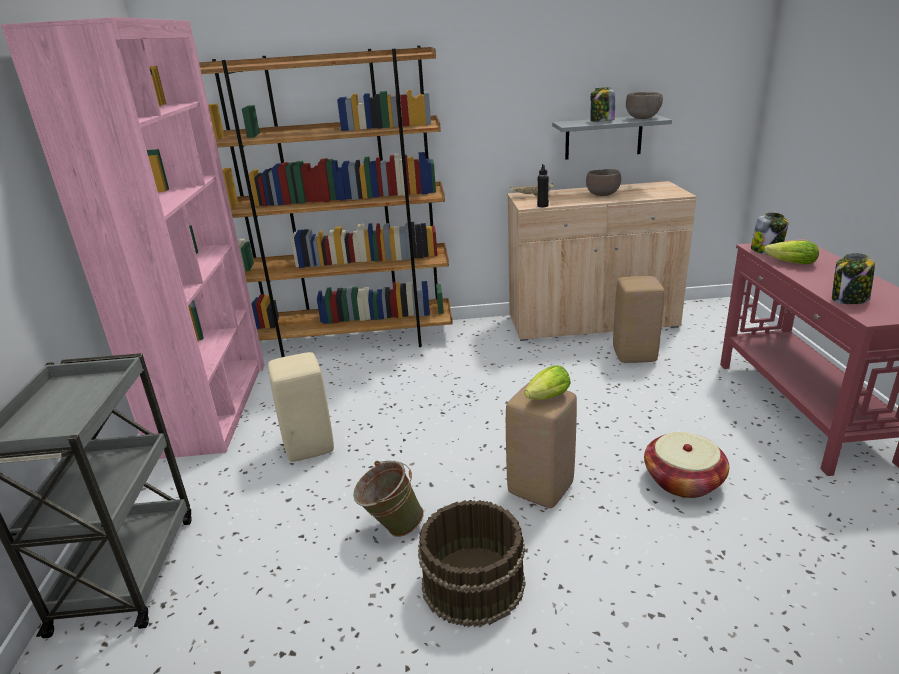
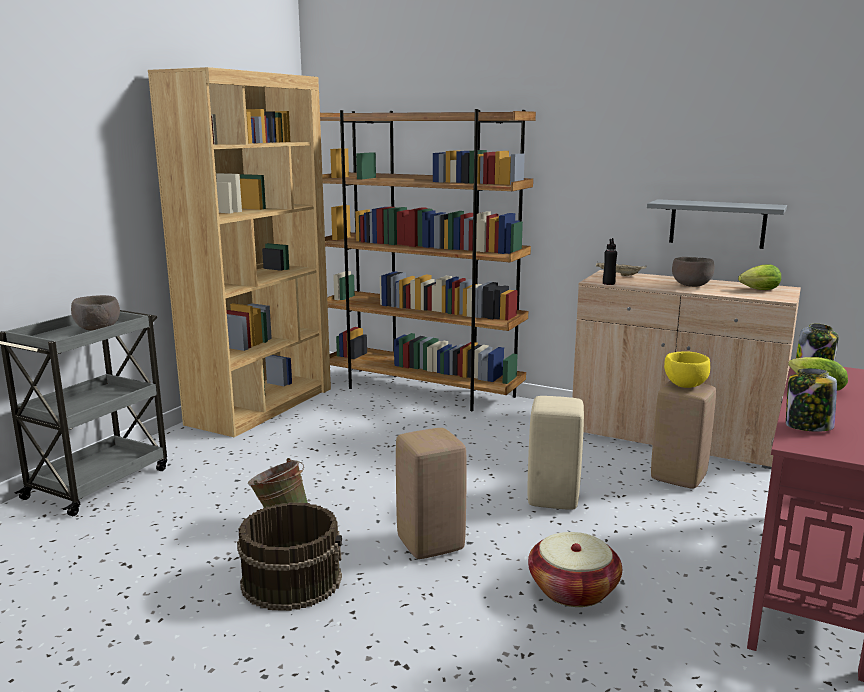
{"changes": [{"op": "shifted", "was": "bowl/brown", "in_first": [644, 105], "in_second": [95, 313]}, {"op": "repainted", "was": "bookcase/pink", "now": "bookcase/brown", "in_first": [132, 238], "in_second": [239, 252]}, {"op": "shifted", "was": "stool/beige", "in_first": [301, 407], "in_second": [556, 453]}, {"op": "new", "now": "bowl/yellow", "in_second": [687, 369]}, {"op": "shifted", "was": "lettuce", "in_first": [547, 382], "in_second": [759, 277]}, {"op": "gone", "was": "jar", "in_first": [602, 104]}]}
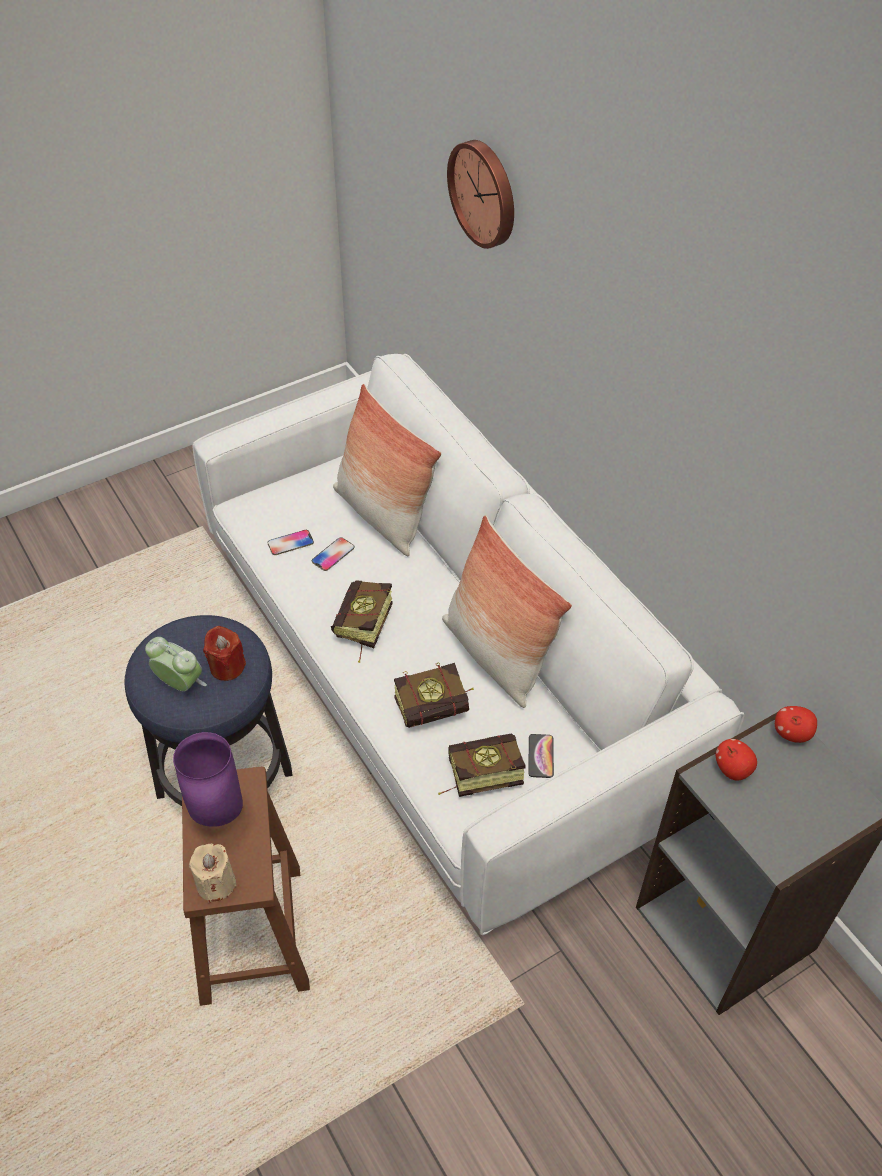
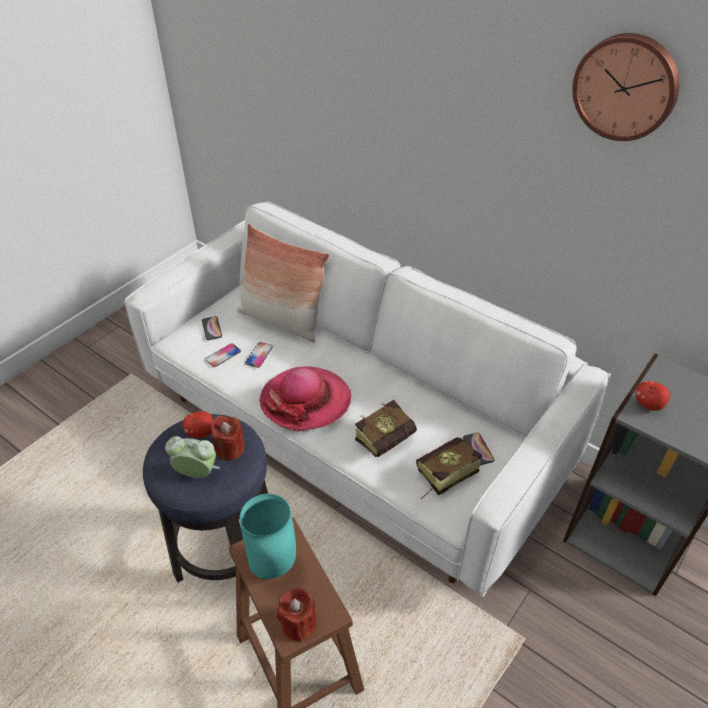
{"changes": [{"op": "shifted", "was": "apple", "in_first": [796, 724], "in_second": [198, 424]}, {"op": "new", "now": "phone", "in_second": [212, 328]}, {"op": "repainted", "was": "vase/purple", "now": "vase/turquoise", "in_first": [208, 779], "in_second": [268, 536]}, {"op": "swapped", "was": "book", "now": "hat", "in_first": [362, 621], "in_second": [305, 399]}, {"op": "repainted", "was": "candle/beige", "now": "candle/red", "in_first": [213, 873], "in_second": [297, 614]}, {"op": "shifted", "was": "wall clock", "in_first": [480, 194], "in_second": [625, 87]}, {"op": "gone", "was": "pillow", "in_first": [507, 611]}]}
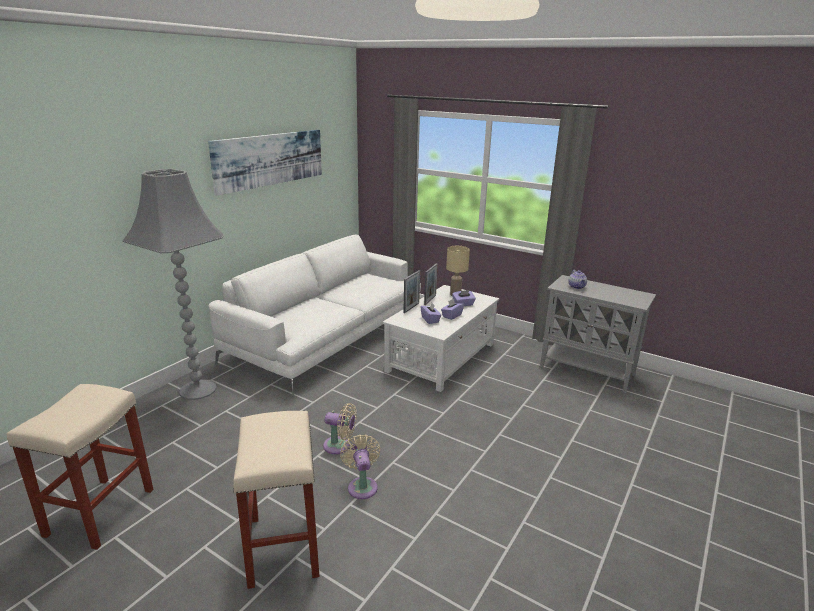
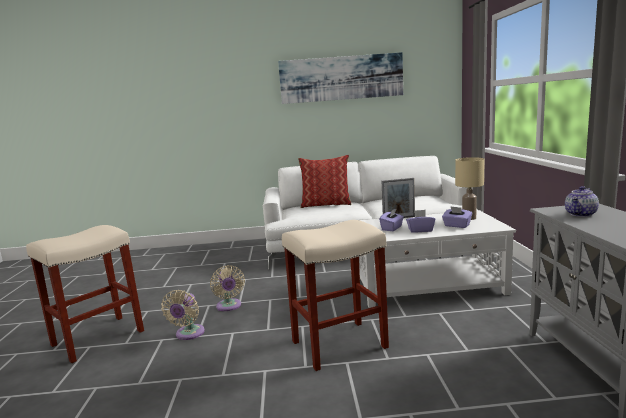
{"changes": [{"op": "rotated", "was": "fan/beige", "in_first": [360, 466], "in_second": [183, 315], "clockwise": 150}, {"op": "shifted", "was": "stool/beige", "in_first": [80, 467], "in_second": [335, 295]}, {"op": "new", "now": "pillow", "in_second": [324, 181]}, {"op": "gone", "was": "floor lamp/grey", "in_first": [173, 284]}, {"op": "gone", "was": "picture frame", "in_first": [430, 284]}]}
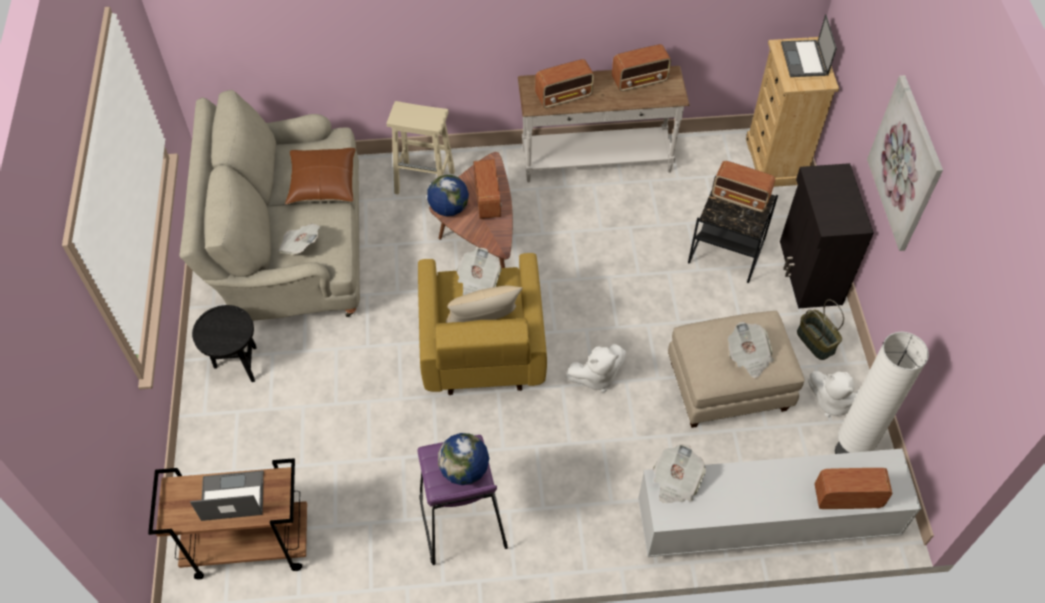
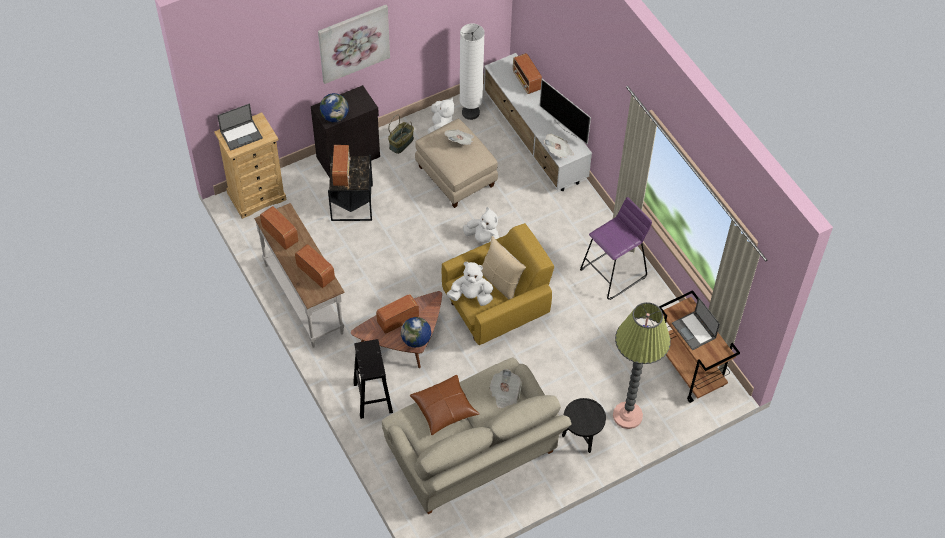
{"changes": [{"op": "shifted", "was": "globe", "in_first": [463, 459], "in_second": [334, 107]}, {"op": "repainted", "was": "stool/beige", "now": "stool/black", "in_first": [421, 147], "in_second": [373, 379]}, {"op": "swapped", "was": "newspaper", "now": "plush toy/white", "in_first": [478, 271], "in_second": [470, 284]}, {"op": "new", "now": "television", "in_second": [565, 112]}, {"op": "new", "now": "floor lamp", "in_second": [642, 365]}]}
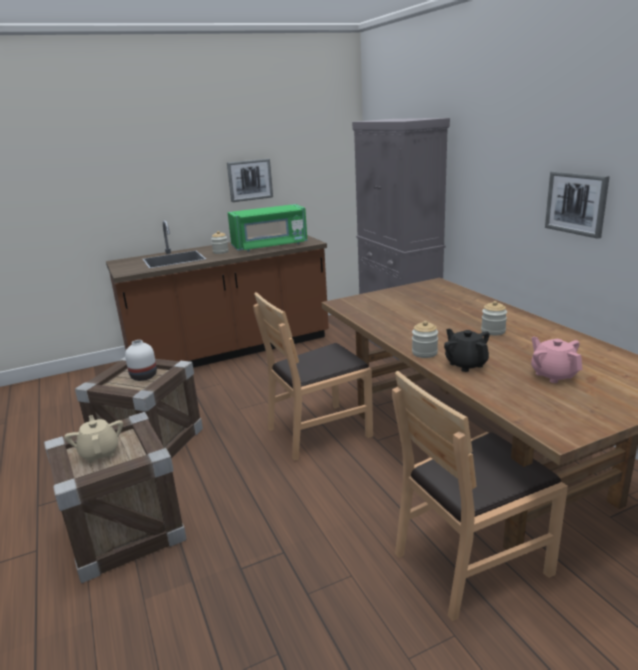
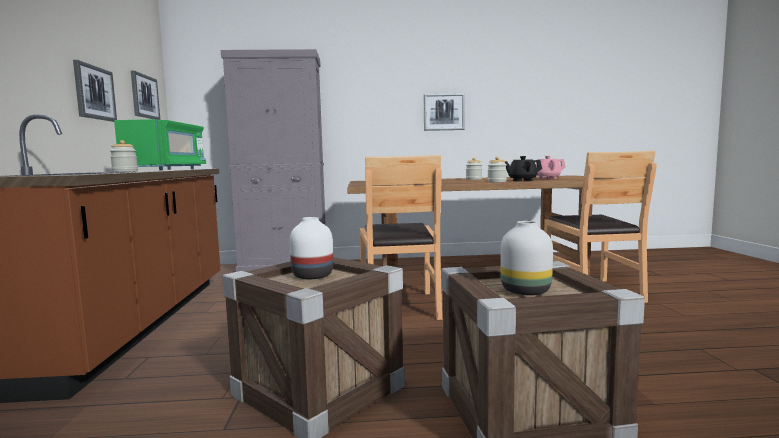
{"changes": [{"op": "new", "now": "picture", "in_second": [145, 95]}, {"op": "swapped", "was": "teapot/beige", "now": "vase/white", "in_first": [93, 439], "in_second": [526, 258]}]}
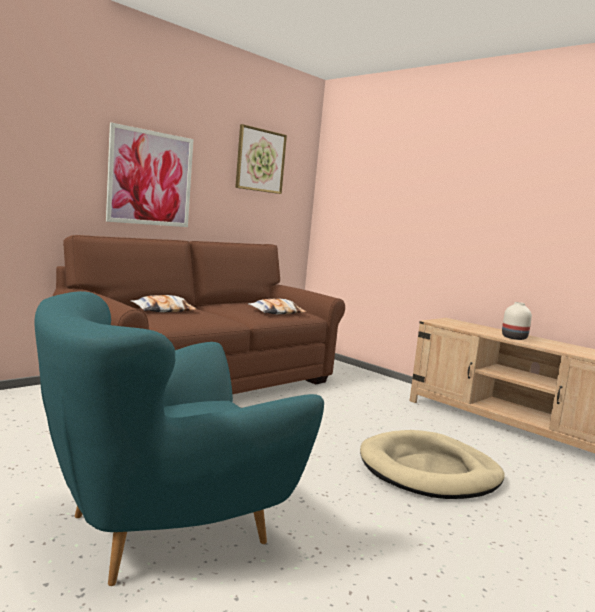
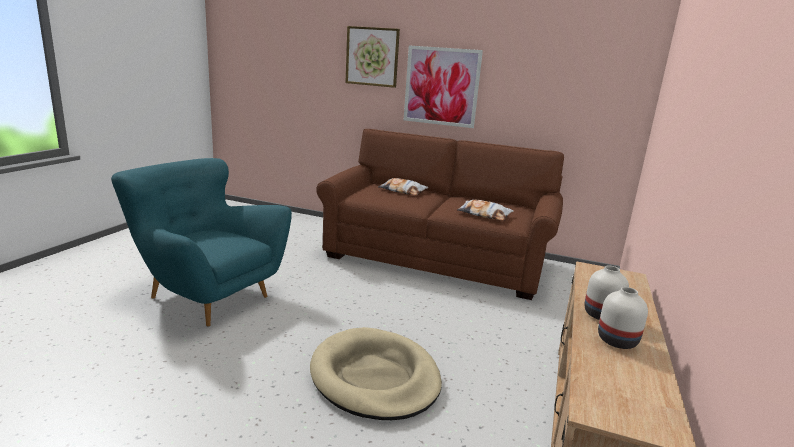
{"changes": [{"op": "shifted", "was": "picture", "in_first": [261, 159], "in_second": [373, 57]}, {"op": "new", "now": "vase/white", "in_second": [623, 318]}]}
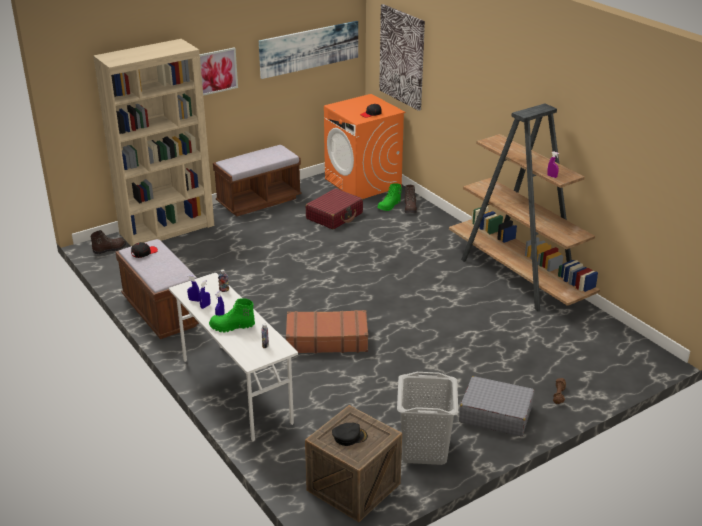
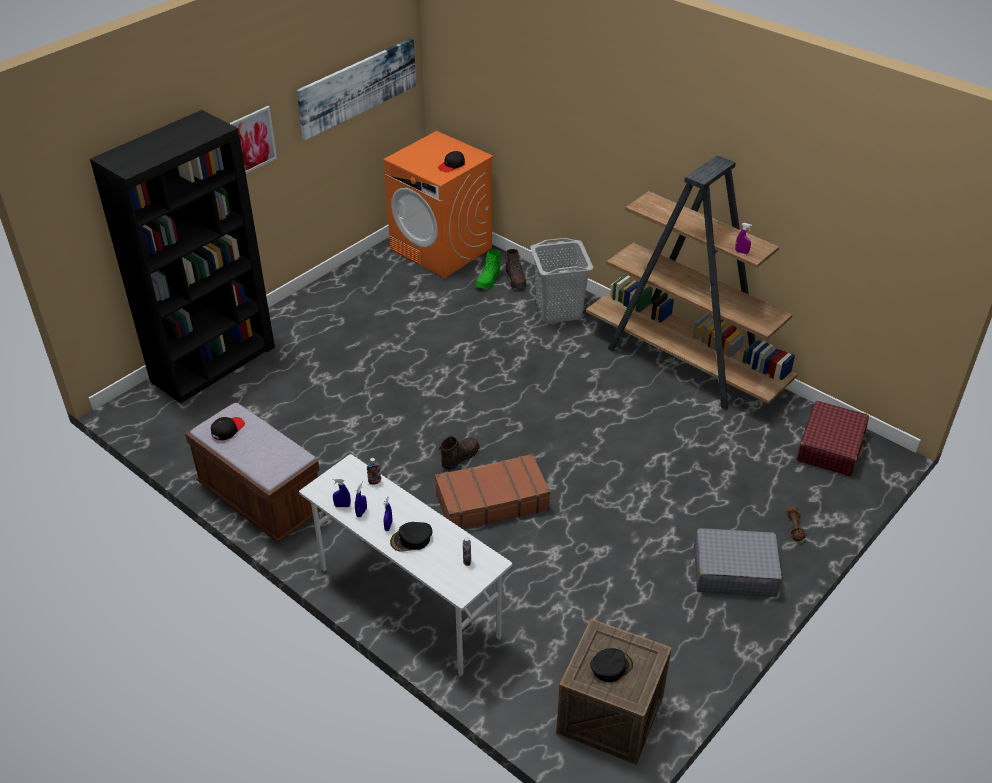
{"changes": [{"op": "repainted", "was": "bookcase/beige", "now": "bookcase/black", "in_first": [153, 142], "in_second": [182, 257]}, {"op": "swapped", "was": "boot/green", "now": "cap/black", "in_first": [232, 315], "in_second": [411, 536]}, {"op": "shifted", "was": "boot/brown", "in_first": [108, 242], "in_second": [459, 453]}, {"op": "shifted", "was": "laundry basket/grey", "in_first": [427, 418], "in_second": [561, 280]}, {"op": "shifted", "was": "suitcase/red", "in_first": [334, 209], "in_second": [833, 438]}, {"op": "gone", "was": "bench/brown", "in_first": [257, 181]}, {"op": "gone", "was": "picture", "in_first": [402, 57]}]}
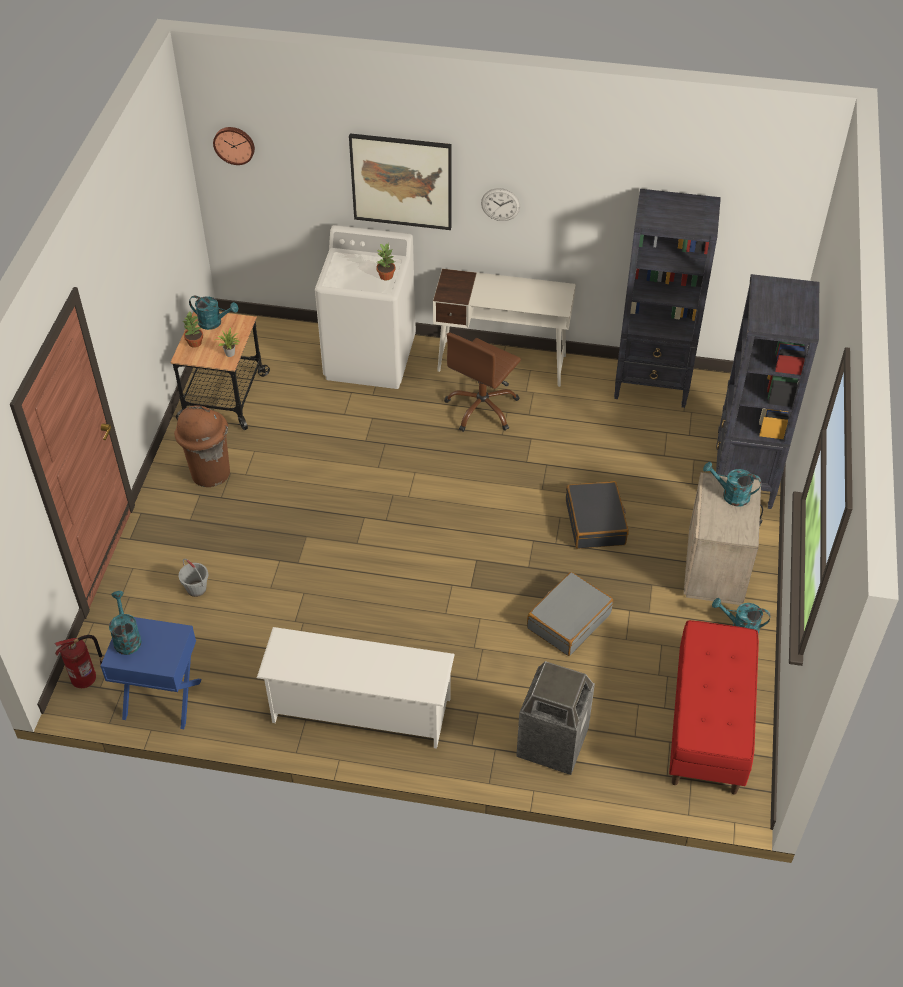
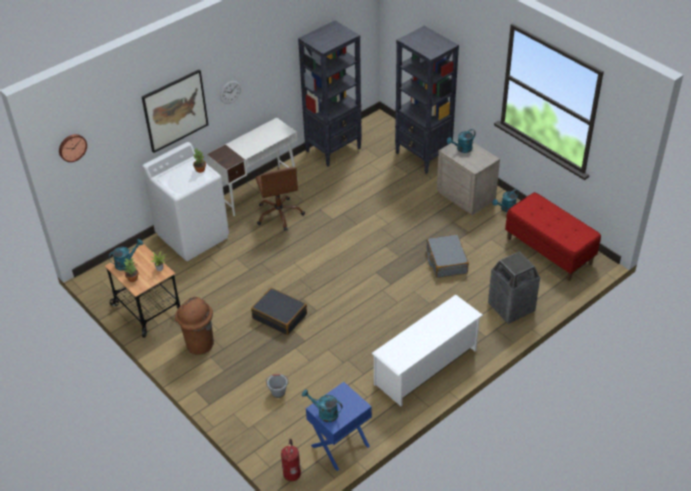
{"changes": [{"op": "shifted", "was": "suitcase/black", "in_first": [597, 515], "in_second": [279, 311]}]}
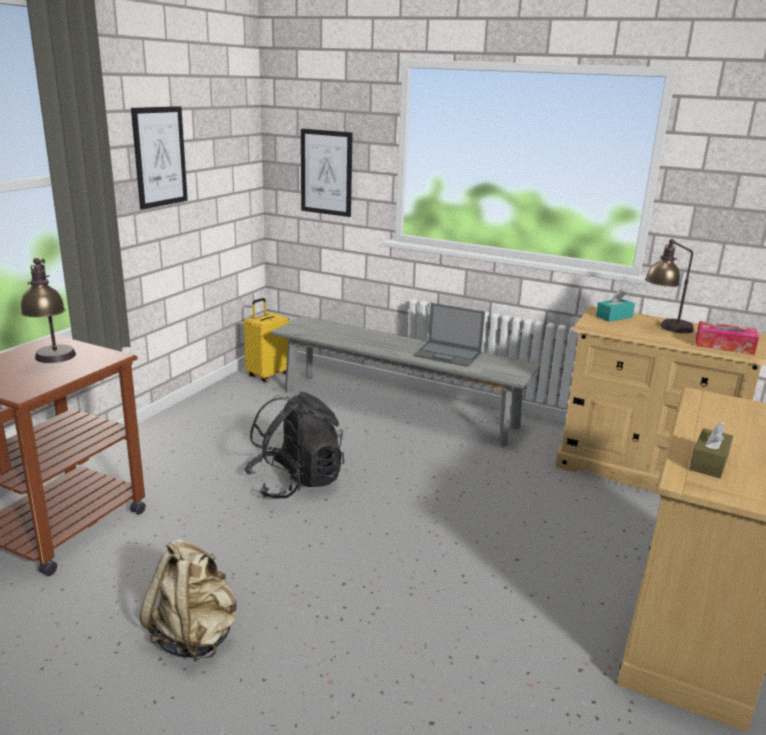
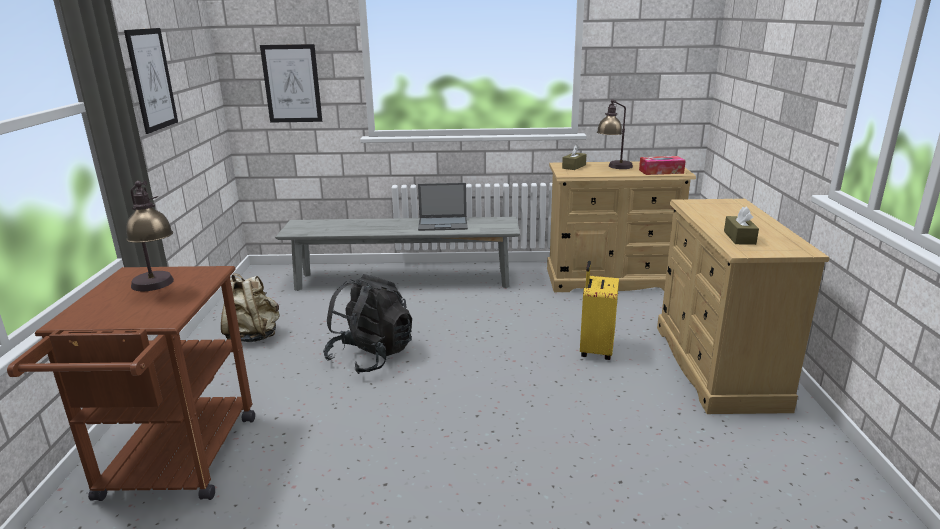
{"changes": [{"op": "shifted", "was": "backpack/beige", "in_first": [188, 600], "in_second": [250, 307]}, {"op": "repainted", "was": "tissue box/turquoise", "now": "tissue box/brown", "in_first": [615, 305], "in_second": [574, 157]}, {"op": "shifted", "was": "suitcase/yellow", "in_first": [267, 340], "in_second": [599, 310]}]}
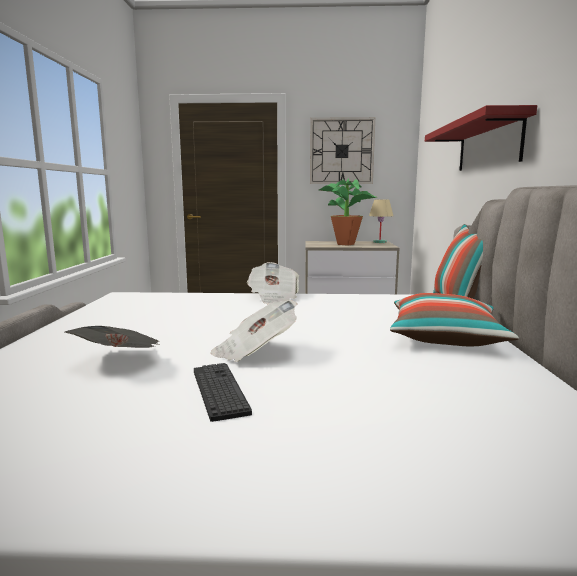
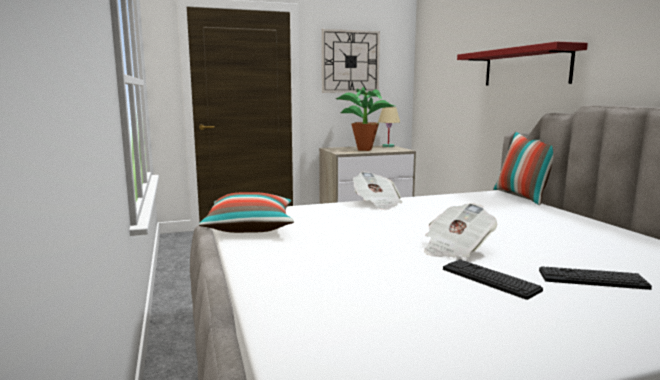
{"changes": [{"op": "shifted", "was": "pillow", "in_first": [454, 319], "in_second": [246, 212]}, {"op": "new", "now": "keyboard", "in_second": [595, 278]}, {"op": "gone", "was": "newspaper", "in_first": [111, 337]}]}
